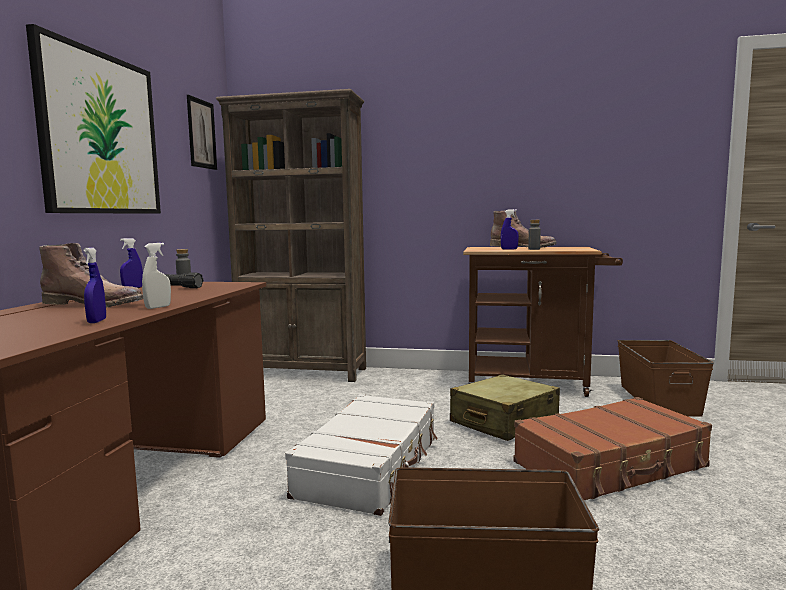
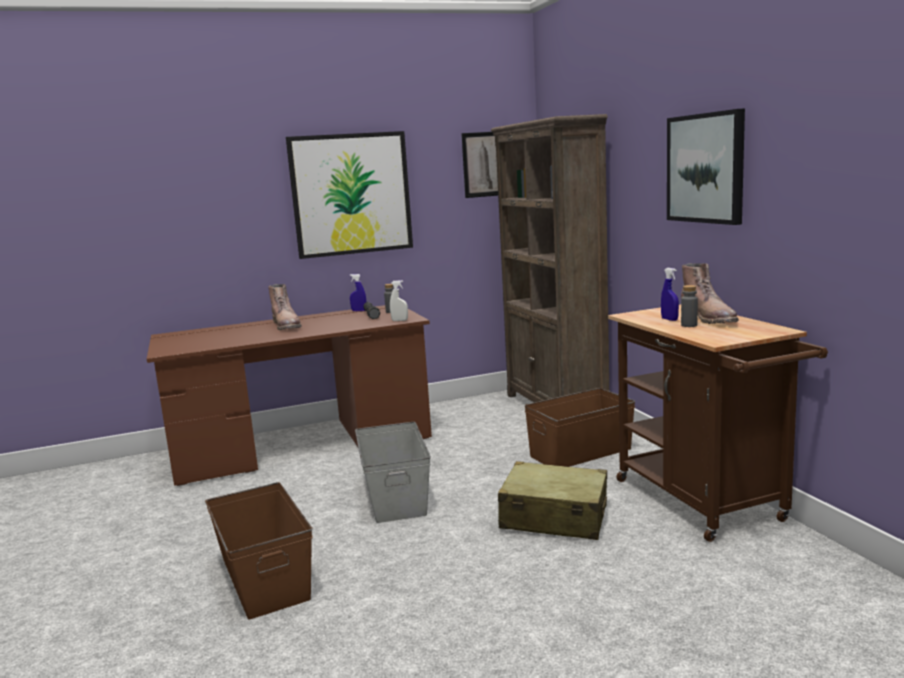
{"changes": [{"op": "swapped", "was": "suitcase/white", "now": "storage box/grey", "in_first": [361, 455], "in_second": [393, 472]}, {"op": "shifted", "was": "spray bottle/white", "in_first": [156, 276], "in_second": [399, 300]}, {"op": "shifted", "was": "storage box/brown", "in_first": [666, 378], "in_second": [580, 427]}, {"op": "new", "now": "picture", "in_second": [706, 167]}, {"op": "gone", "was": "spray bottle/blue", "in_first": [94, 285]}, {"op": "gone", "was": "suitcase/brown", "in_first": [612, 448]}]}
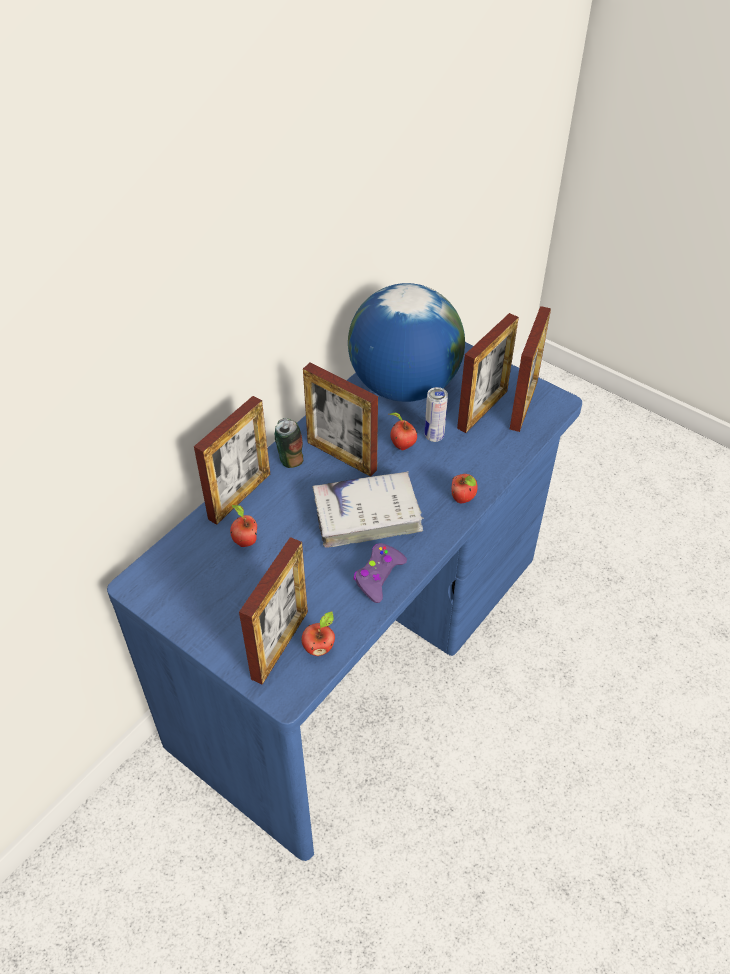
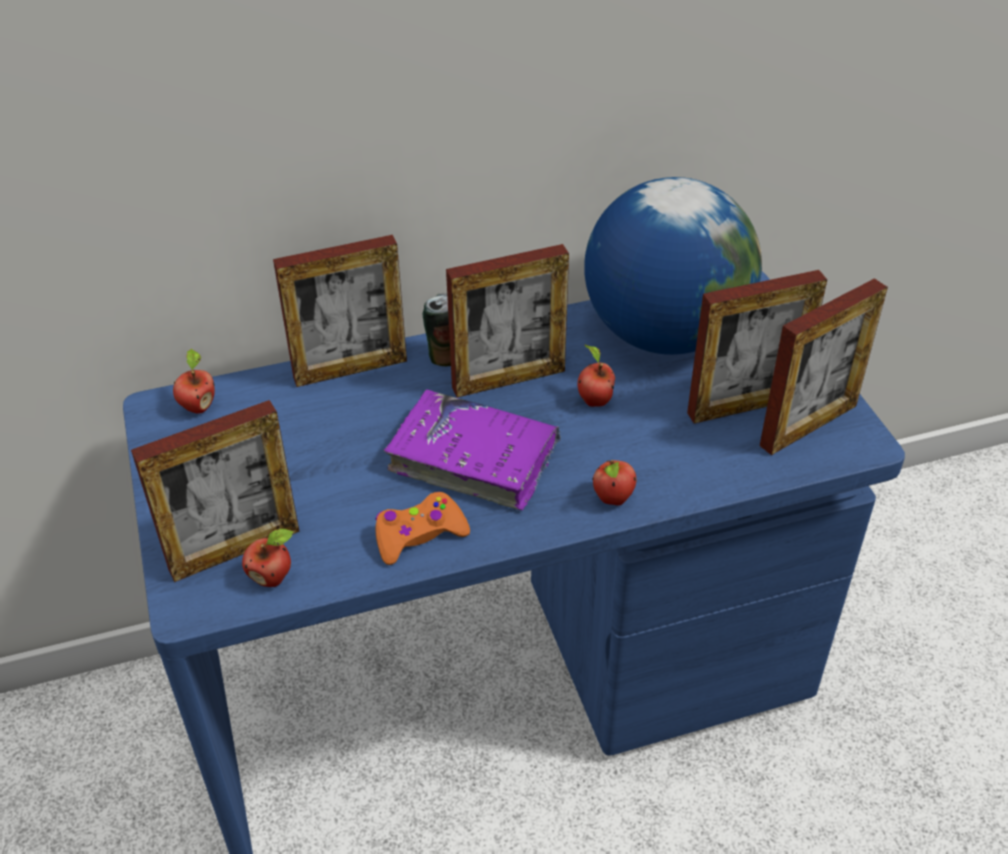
{"changes": [{"op": "shifted", "was": "apple", "in_first": [243, 526], "in_second": [194, 381]}, {"op": "repainted", "was": "game controller/purple", "now": "game controller/orange", "in_first": [380, 573], "in_second": [422, 528]}, {"op": "repainted", "was": "book/white", "now": "book/purple", "in_first": [368, 509], "in_second": [472, 449]}, {"op": "rotated", "was": "picture frame", "in_first": [340, 420], "in_second": [507, 321], "clockwise": -90}, {"op": "gone", "was": "can", "in_first": [436, 414]}]}
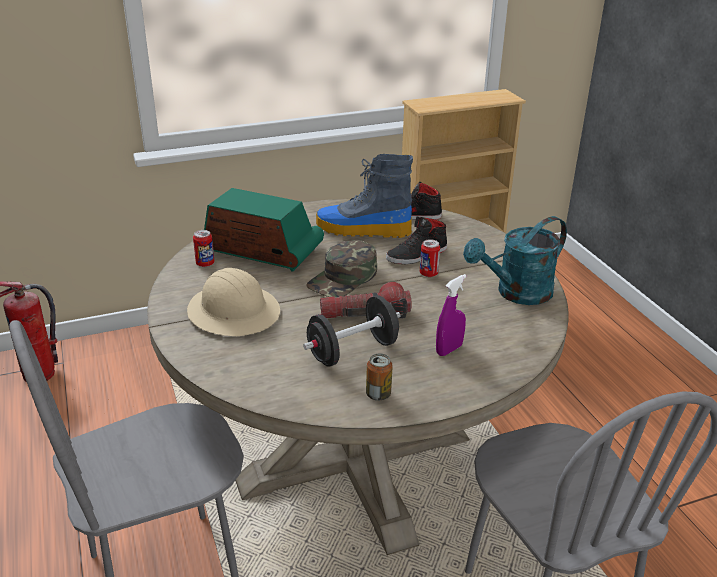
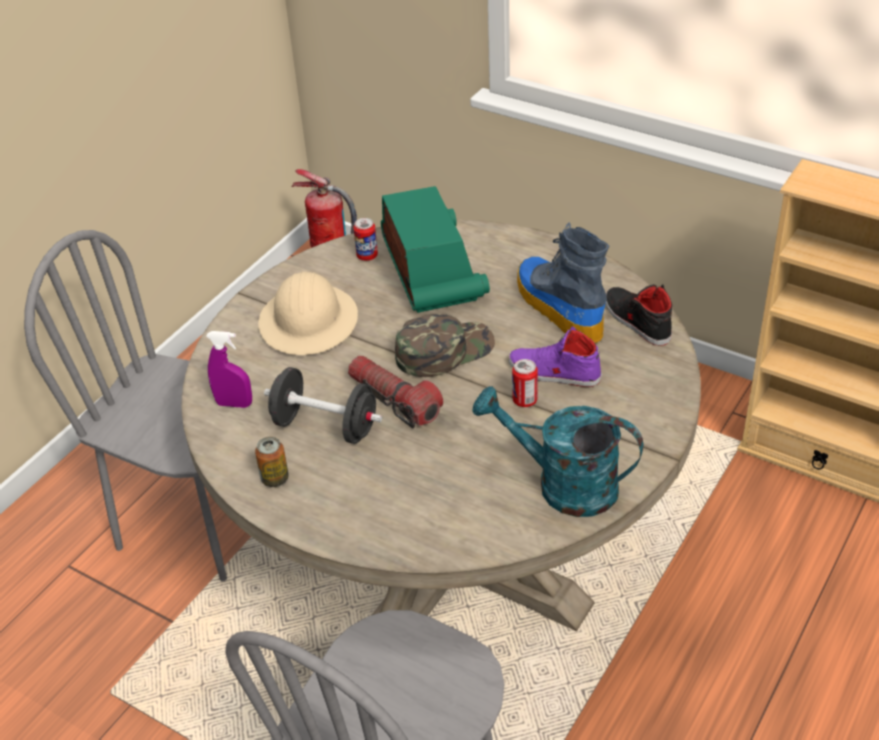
{"changes": [{"op": "shifted", "was": "spray bottle/purple", "in_first": [451, 315], "in_second": [229, 369]}, {"op": "rotated", "was": "cap/green", "in_first": [342, 269], "in_second": [445, 345], "clockwise": 150}, {"op": "repainted", "was": "shoe/black", "now": "shoe/purple", "in_first": [416, 240], "in_second": [555, 356]}]}
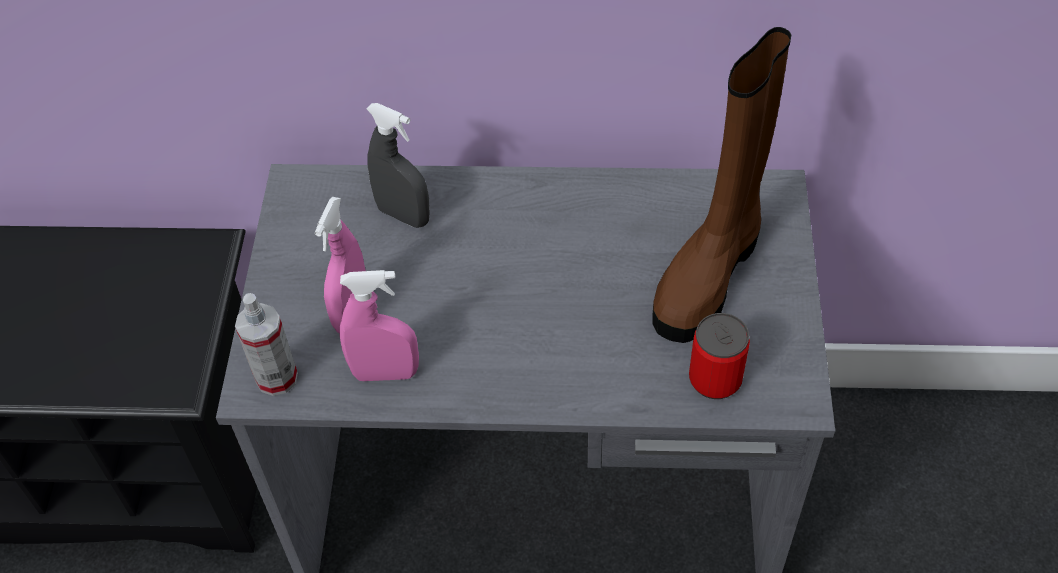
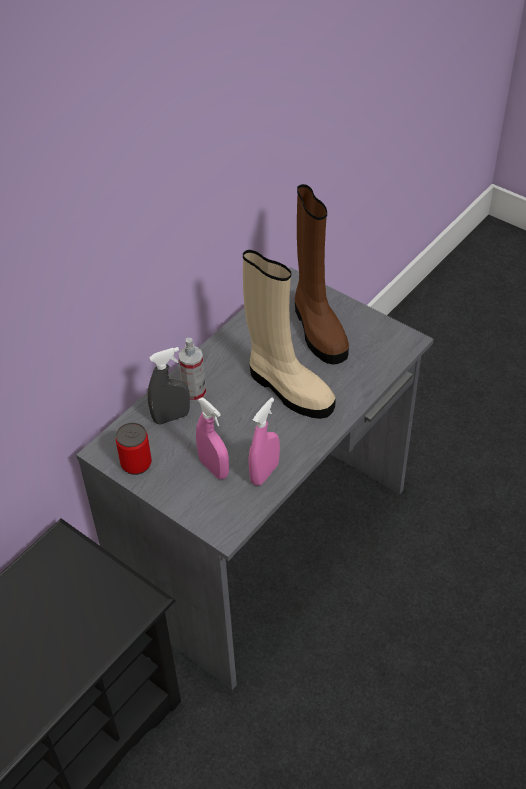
{"changes": [{"op": "shifted", "was": "can", "in_first": [719, 356], "in_second": [134, 449]}, {"op": "shifted", "was": "spray bottle", "in_first": [266, 344], "in_second": [192, 370]}, {"op": "new", "now": "boot/beige", "in_second": [289, 334]}]}
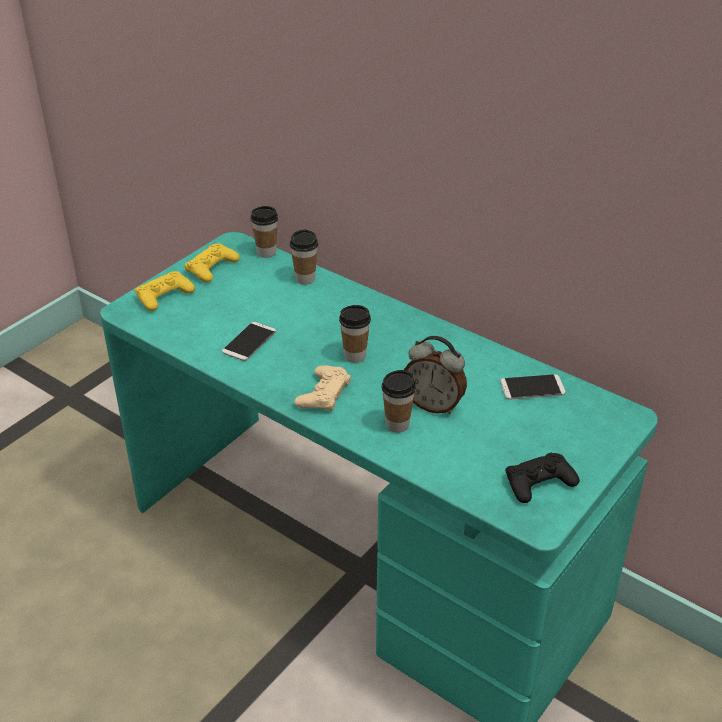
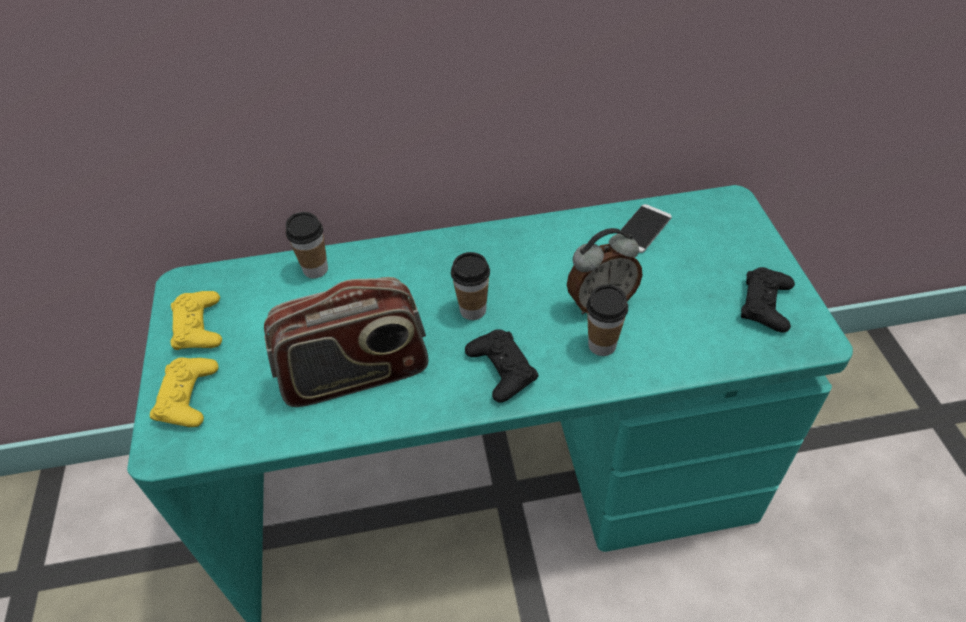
{"changes": [{"op": "swapped", "was": "phone", "now": "radio", "in_first": [249, 341], "in_second": [346, 342]}, {"op": "repainted", "was": "game controller/beige", "now": "game controller/black", "in_first": [322, 388], "in_second": [502, 366]}, {"op": "gone", "was": "cup", "in_first": [264, 232]}]}
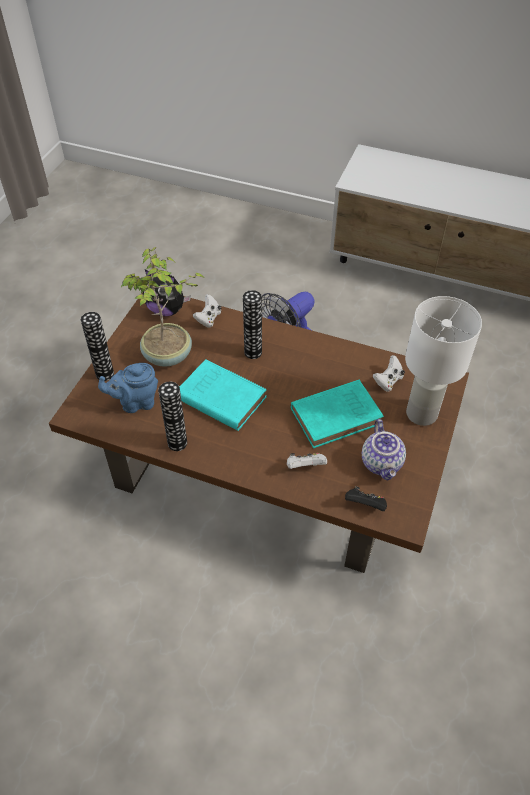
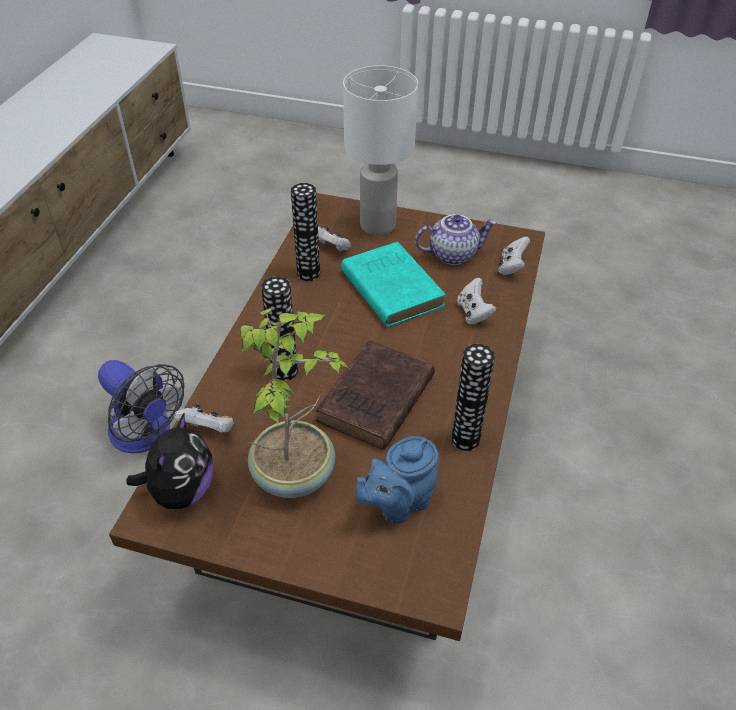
{"changes": [{"op": "shifted", "was": "vase", "in_first": [97, 346], "in_second": [305, 232]}, {"op": "repainted", "was": "book/turquoise", "now": "book/brown", "in_first": [223, 395], "in_second": [375, 395]}, {"op": "rotated", "was": "teapot/blue", "in_first": [128, 388], "in_second": [397, 480], "clockwise": 75}, {"op": "repainted", "was": "game controller/black", "now": "game controller/white", "in_first": [366, 498], "in_second": [514, 256]}]}
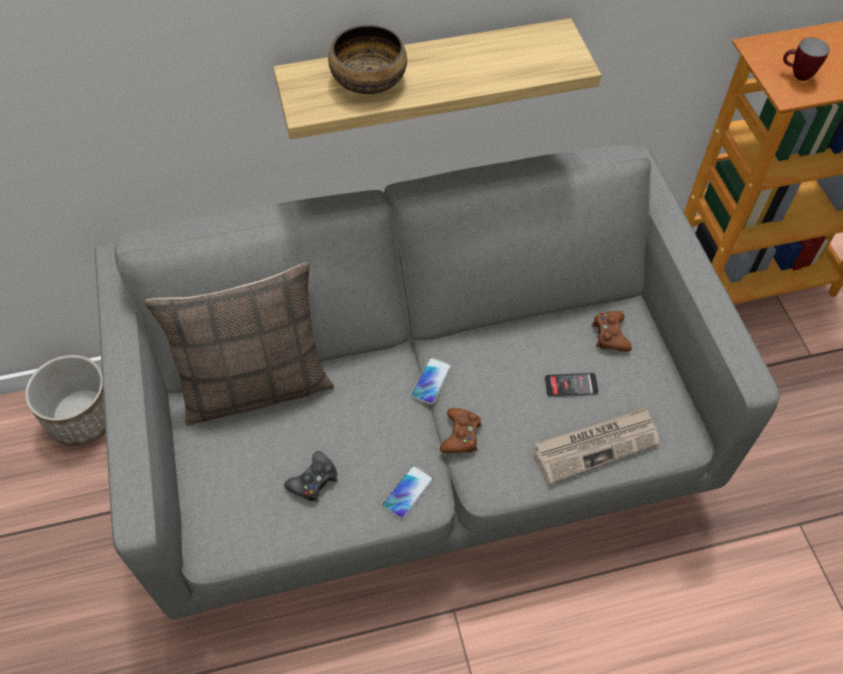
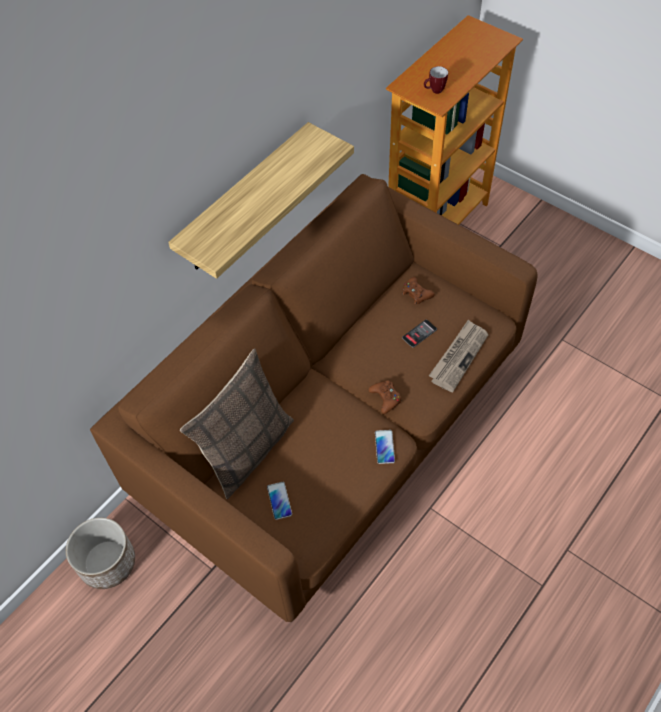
{"changes": [{"op": "repainted", "was": "sofa/grey", "now": "sofa/brown", "in_first": [437, 382], "in_second": [314, 398]}, {"op": "shifted", "was": "phone", "in_first": [431, 381], "in_second": [279, 501]}, {"op": "gone", "was": "game controller/black", "in_first": [311, 476]}, {"op": "gone", "was": "bowl", "in_first": [367, 59]}]}
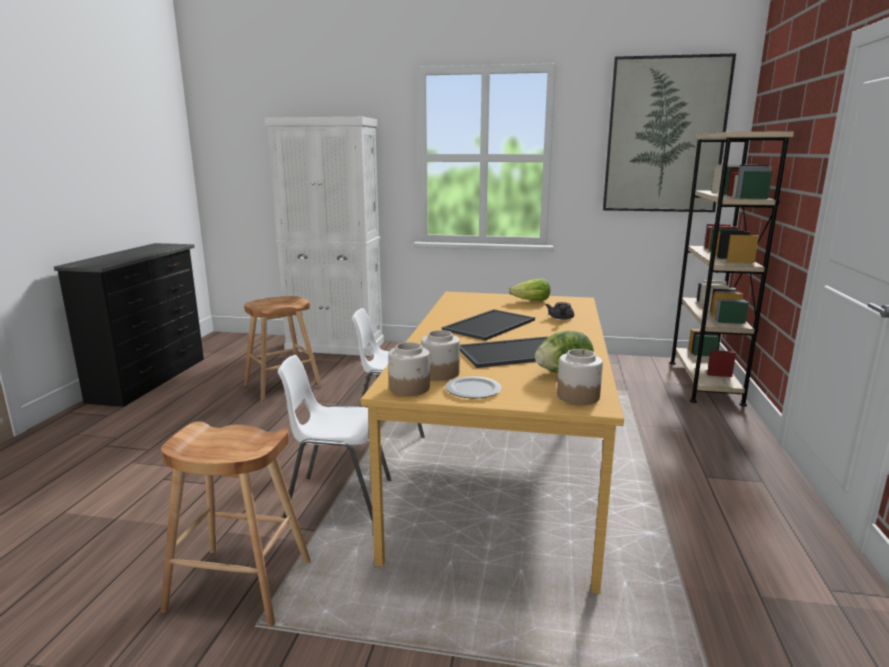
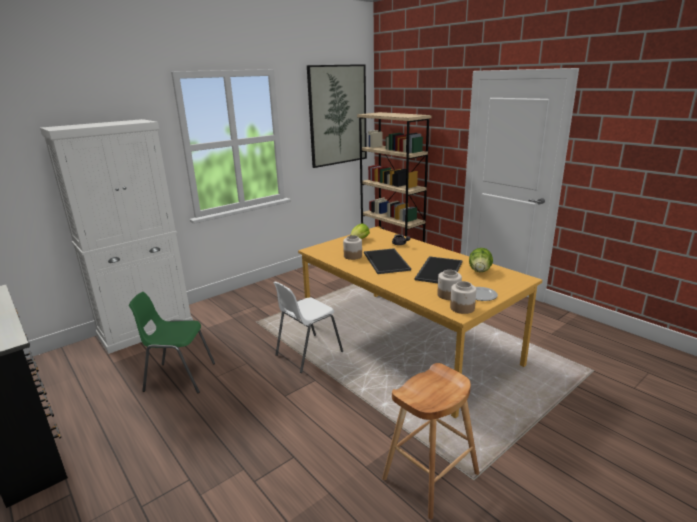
{"changes": [{"op": "swapped", "was": "stool/brown", "now": "chair/green", "in_first": [283, 349], "in_second": [172, 342]}, {"op": "shifted", "was": "jar", "in_first": [580, 377], "in_second": [352, 247]}, {"op": "gone", "was": "chair/white", "in_first": [334, 439]}]}
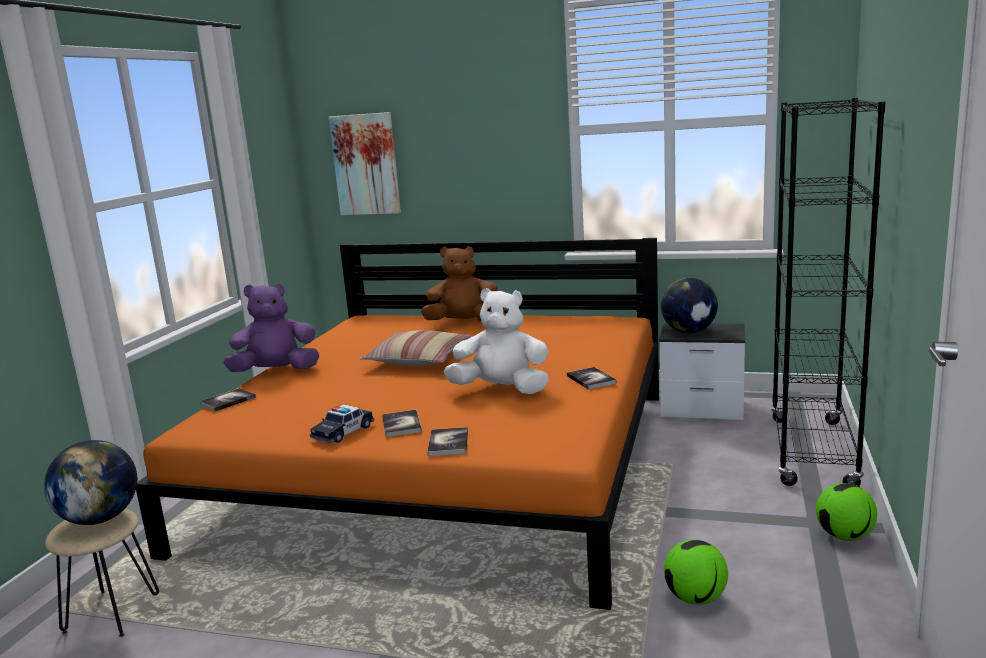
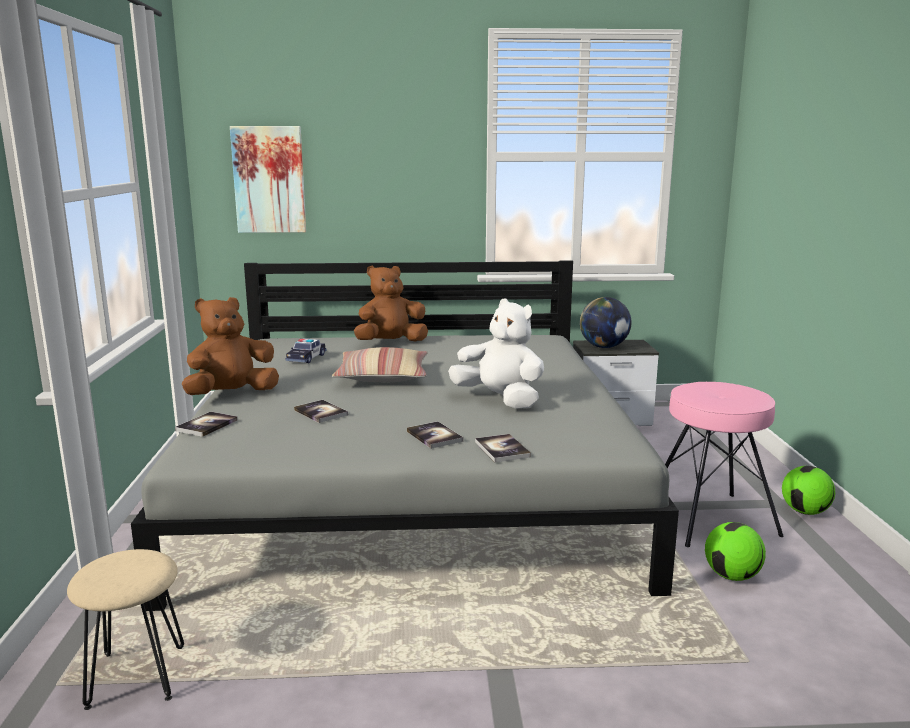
{"changes": [{"op": "repainted", "was": "bed/orange", "now": "bed/grey", "in_first": [397, 424], "in_second": [405, 435]}, {"op": "repainted", "was": "plush toy/purple", "now": "plush toy/brown", "in_first": [271, 327], "in_second": [230, 346]}, {"op": "shifted", "was": "toy car", "in_first": [342, 423], "in_second": [306, 350]}, {"op": "shifted", "was": "book", "in_first": [592, 378], "in_second": [321, 411]}, {"op": "rotated", "was": "plush toy/white", "in_first": [496, 341], "in_second": [496, 354], "clockwise": 45}, {"op": "new", "now": "stool/pink", "in_second": [724, 464]}, {"op": "gone", "was": "globe", "in_first": [90, 482]}, {"op": "gone", "was": "bookcase/black", "in_first": [827, 292]}]}
